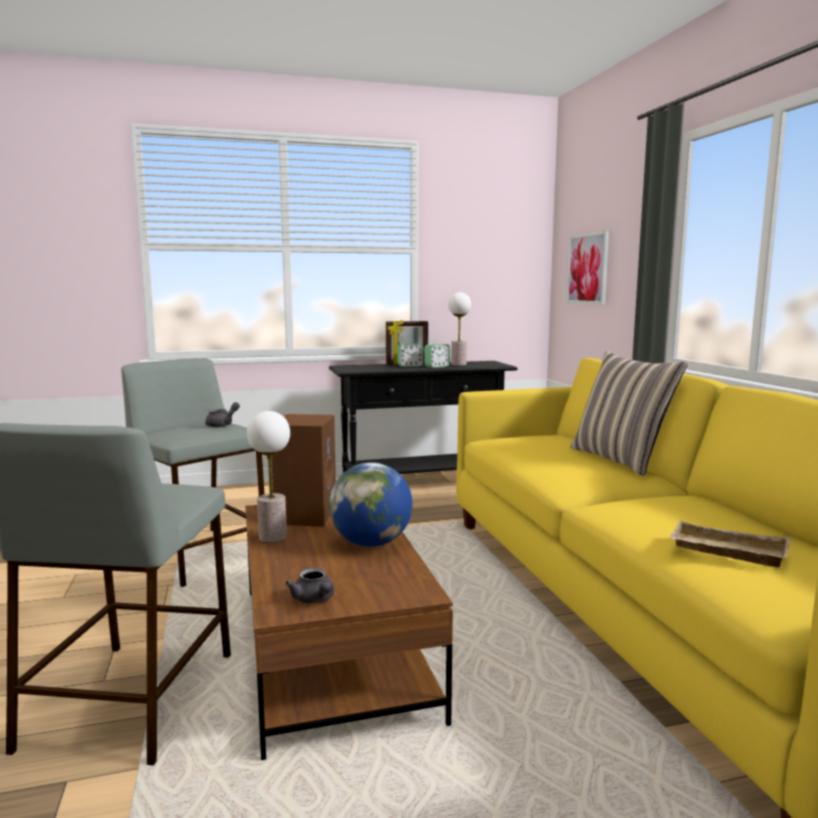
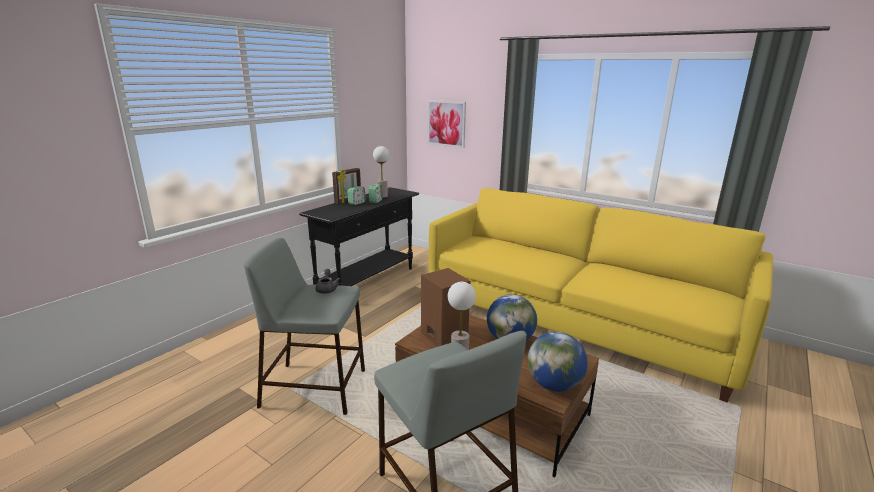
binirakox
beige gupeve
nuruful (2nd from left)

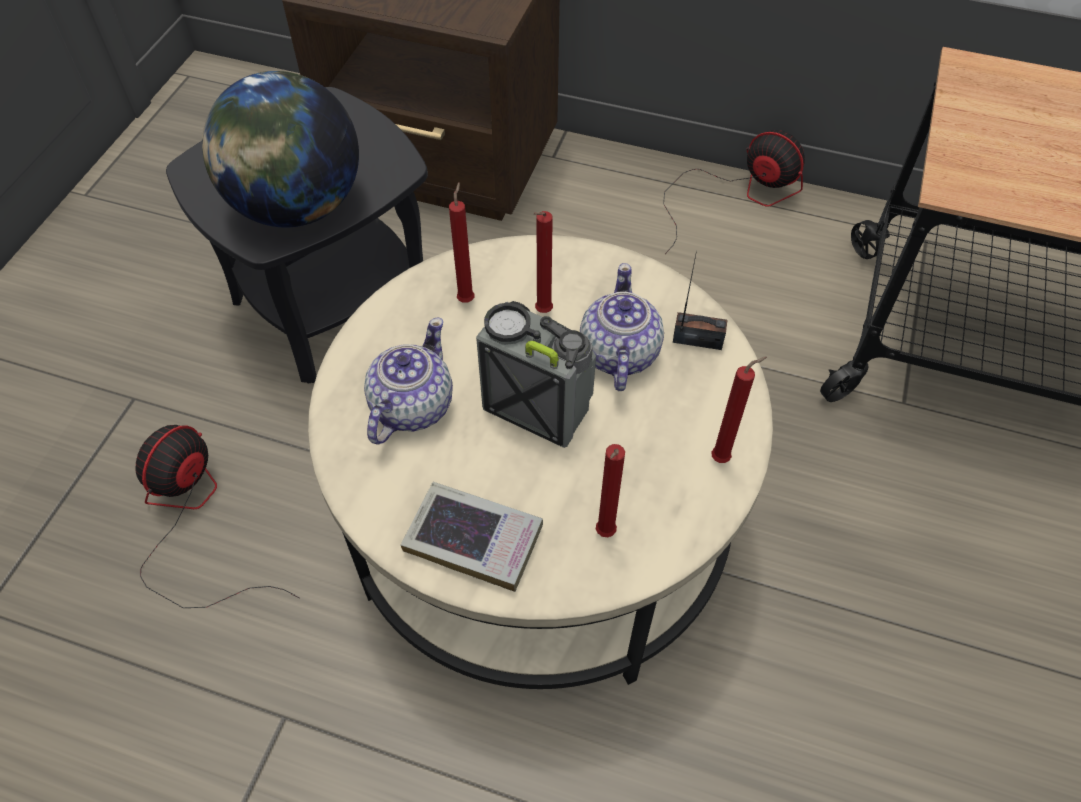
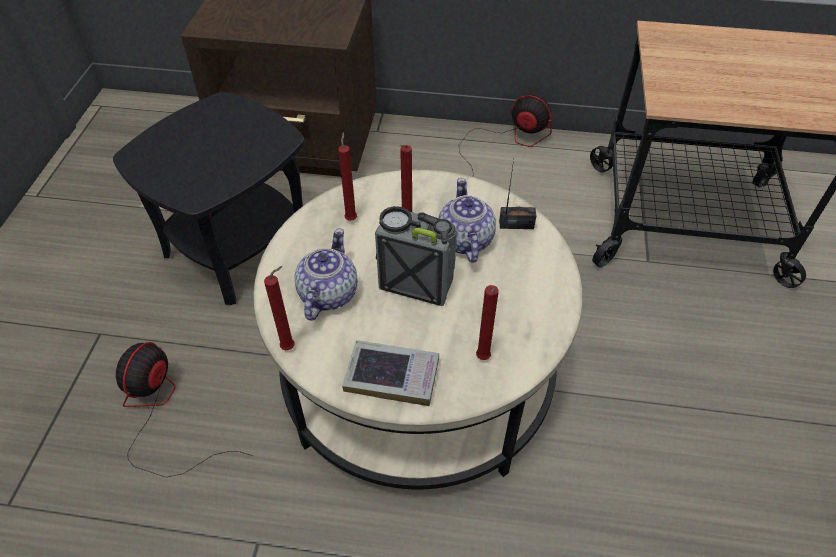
nuruful
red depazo (1st from left)

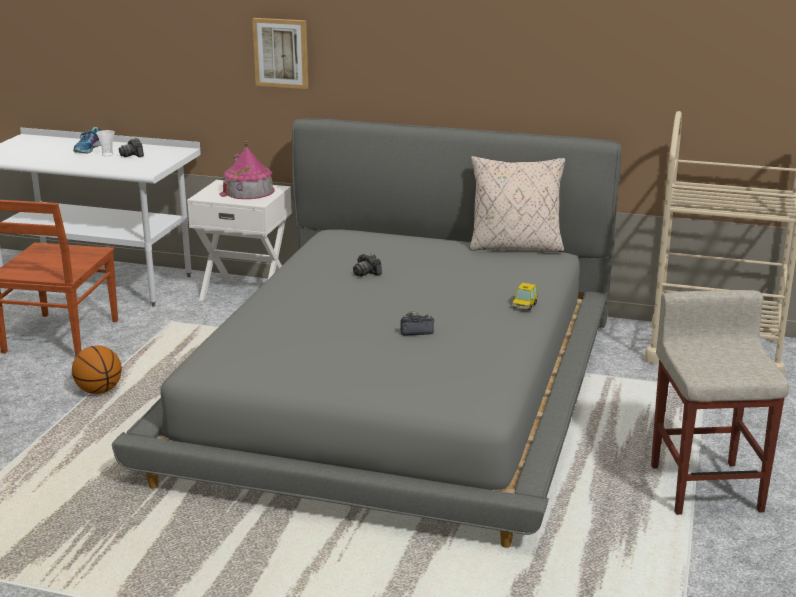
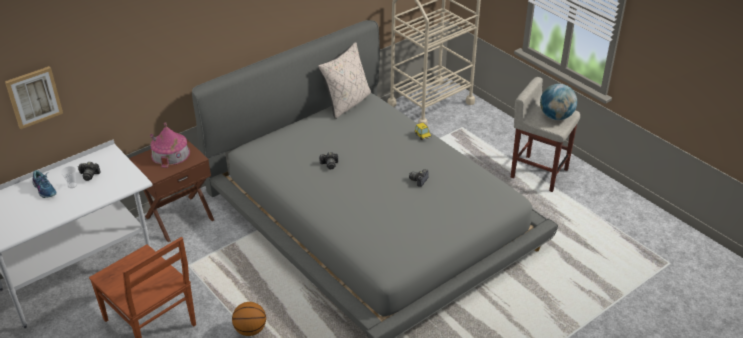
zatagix
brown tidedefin
nuruful

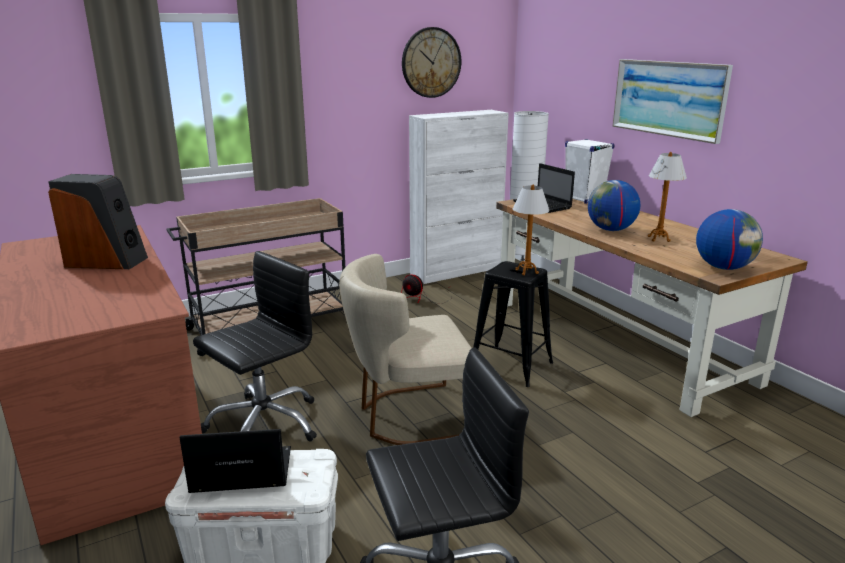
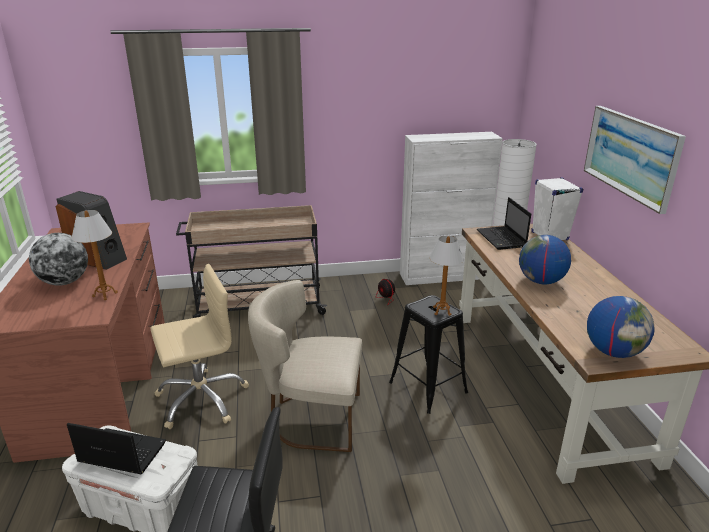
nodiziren
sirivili (1st from left)
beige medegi
nuruful (1st from left)

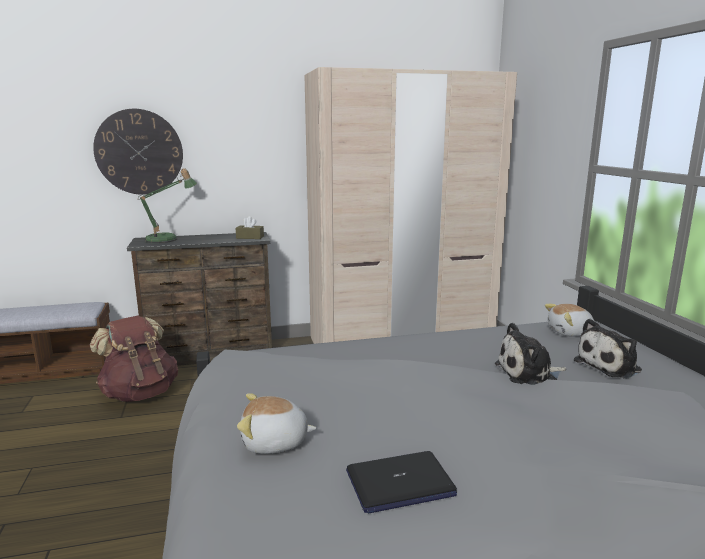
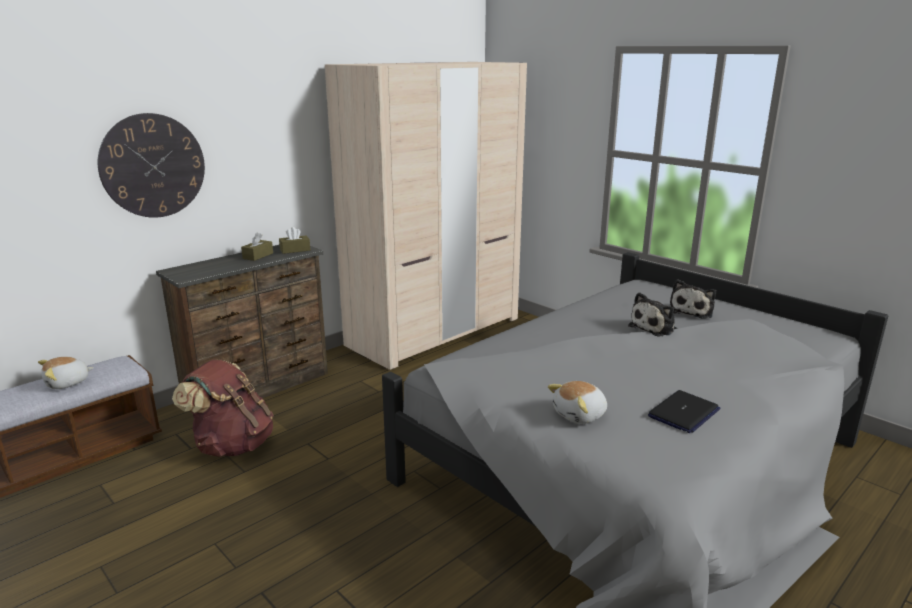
sirivili
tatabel (1st from left)
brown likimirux (1st from left)

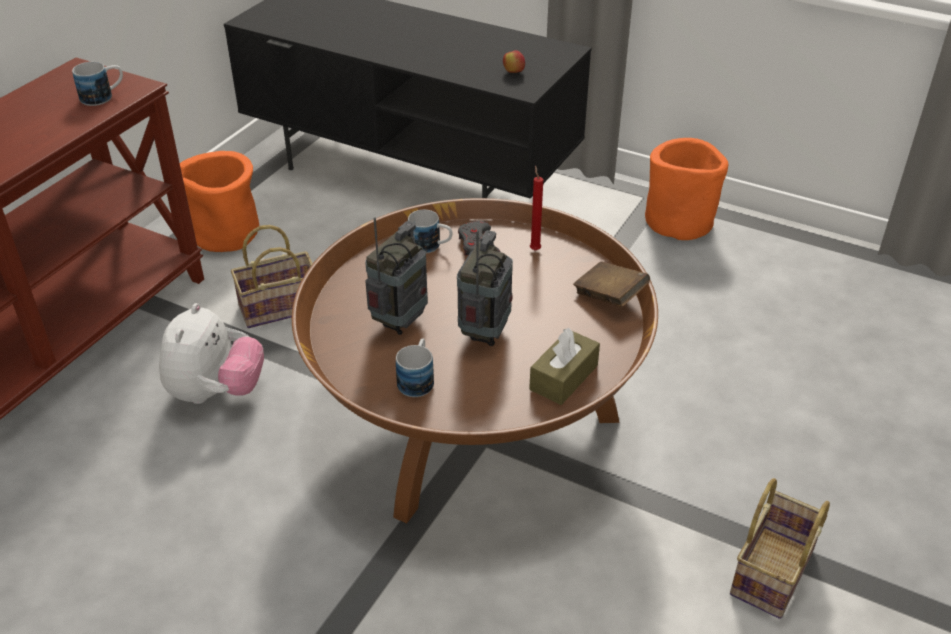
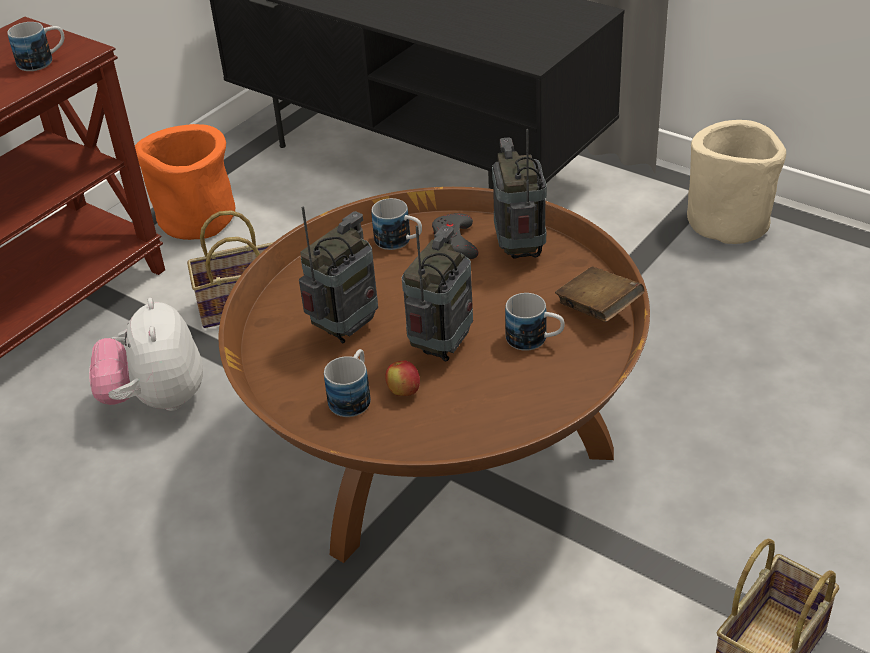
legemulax
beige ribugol
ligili (3rd from left)
tatabel
brown likimirux
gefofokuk (4th from left)

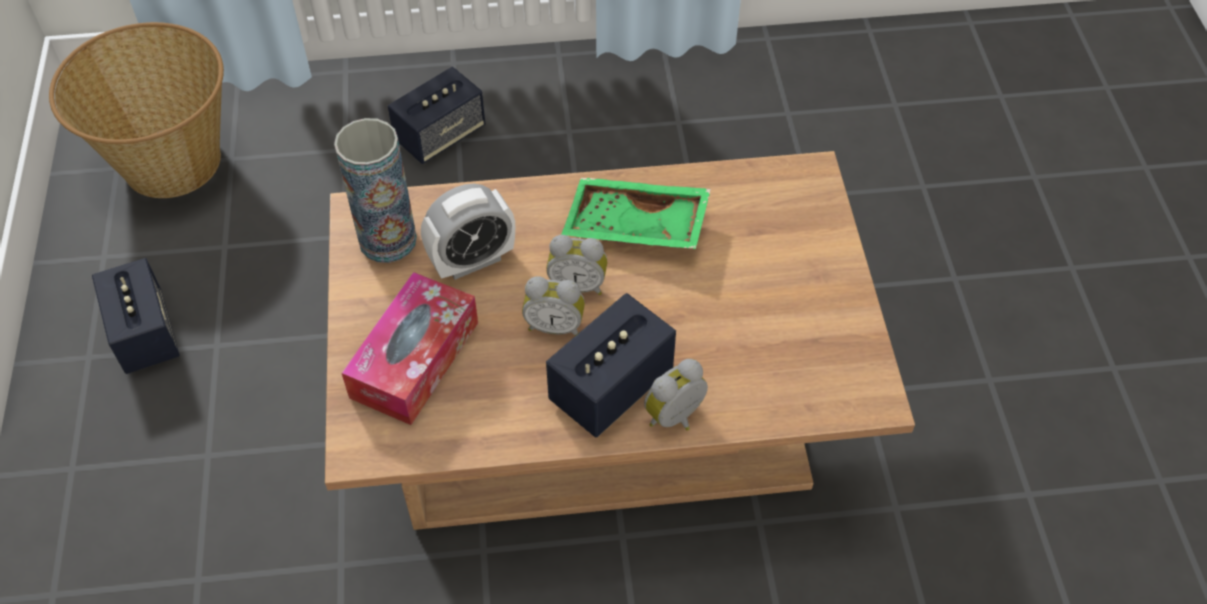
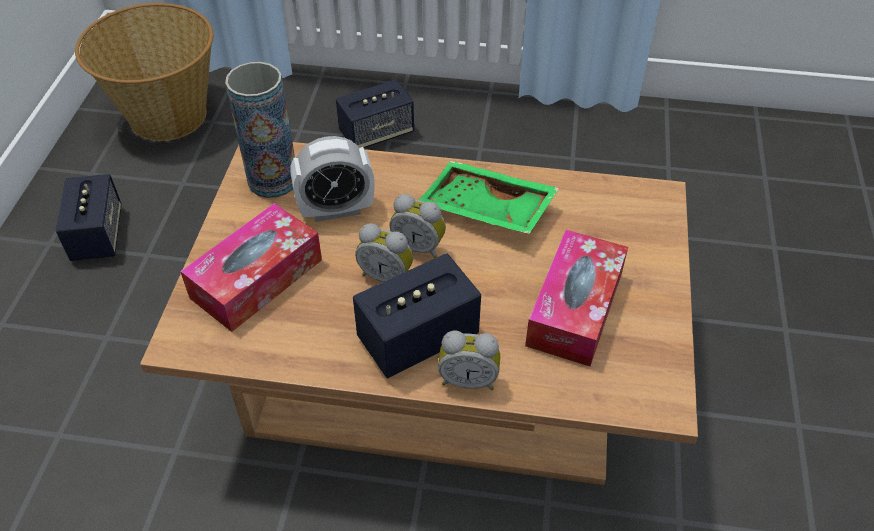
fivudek (4th from left)
likimirux (2nd from left)

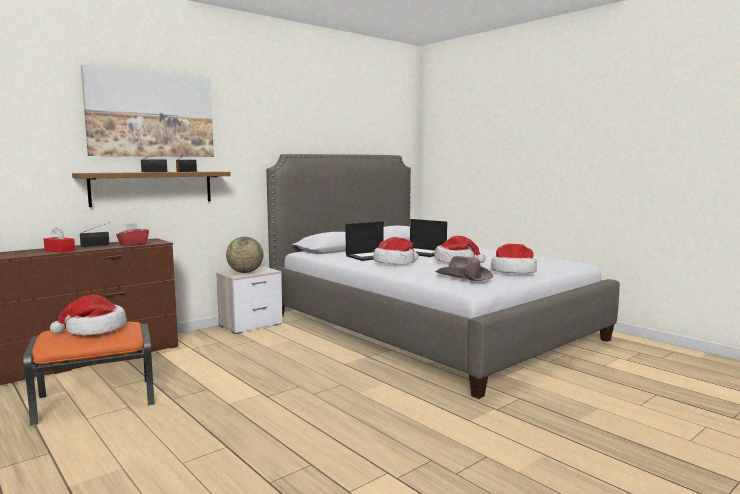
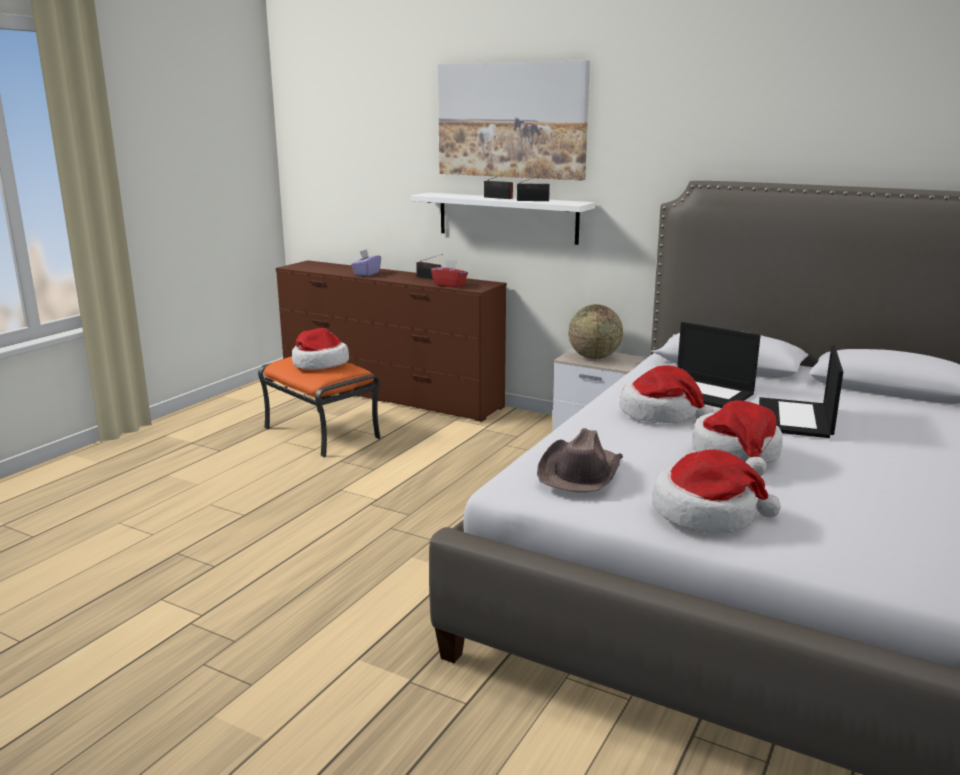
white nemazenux
red likimirux (1st from left in the first image)
purple likimirux

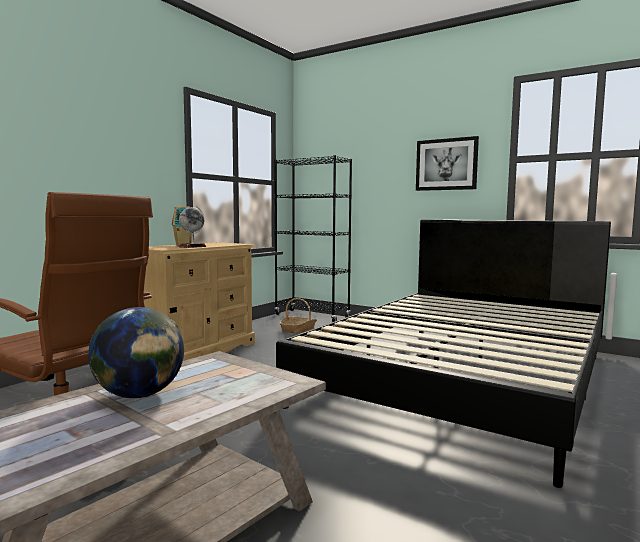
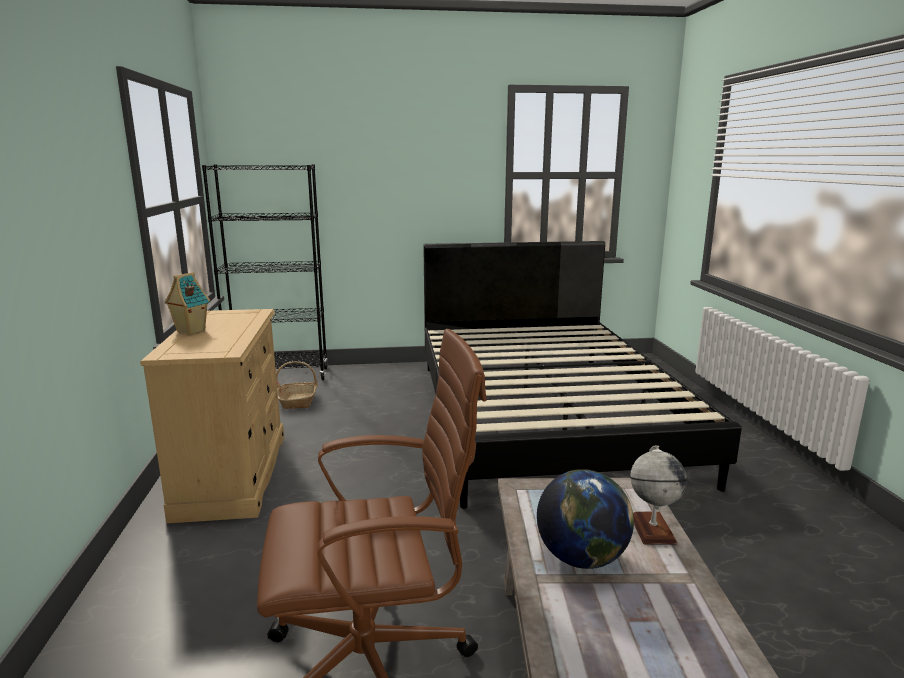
zatagix
nuruful (2nd from left)

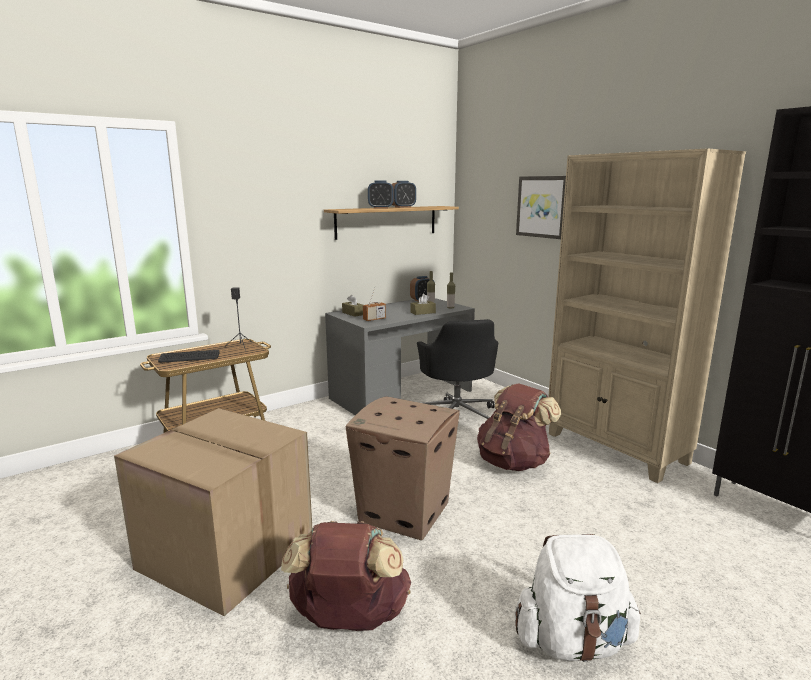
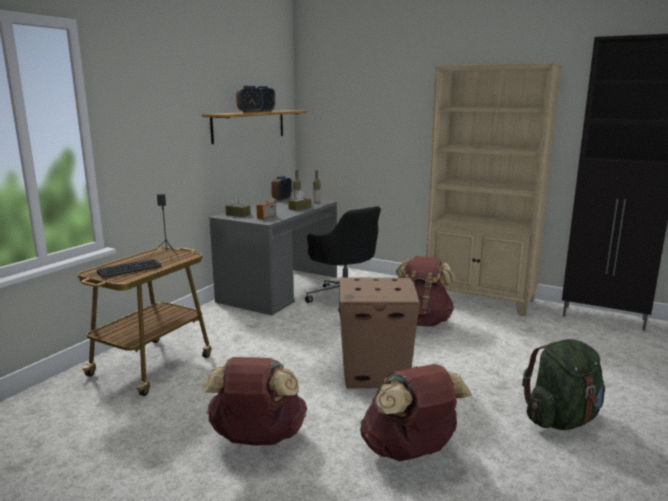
zatagix
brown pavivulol (1st from left)
green pavivulol

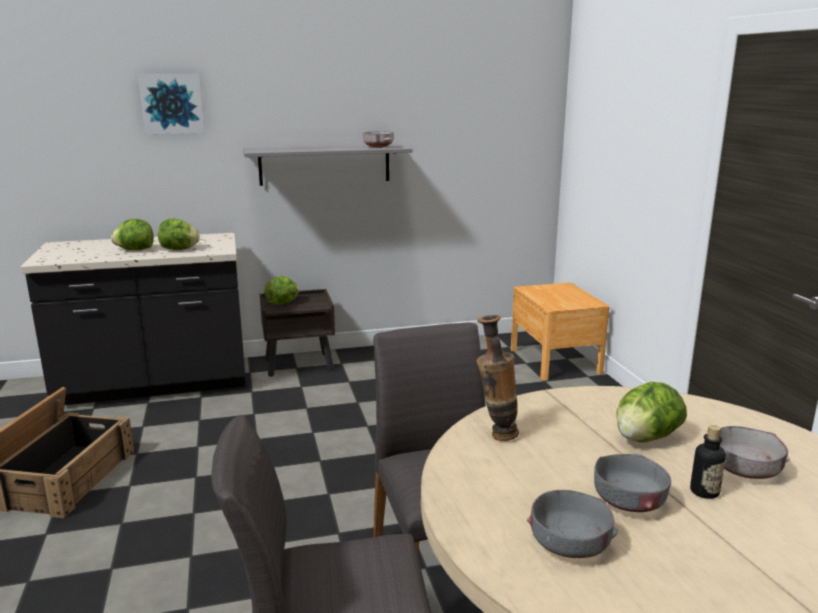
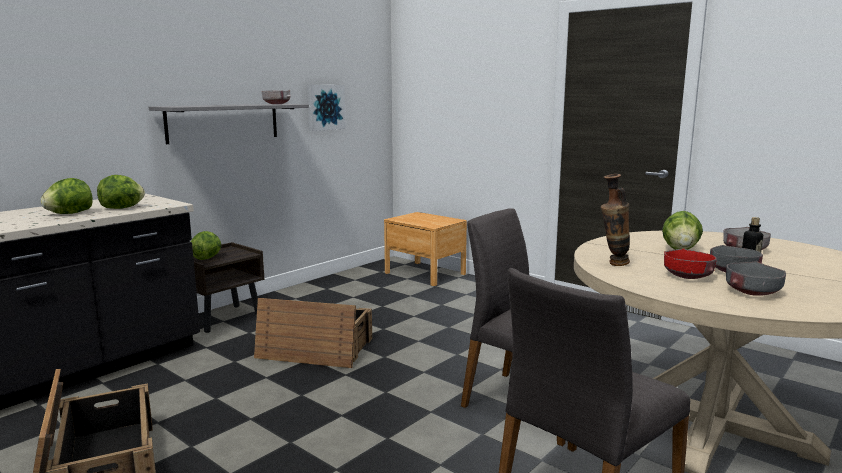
zatagix
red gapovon
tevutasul (2nd from left)

